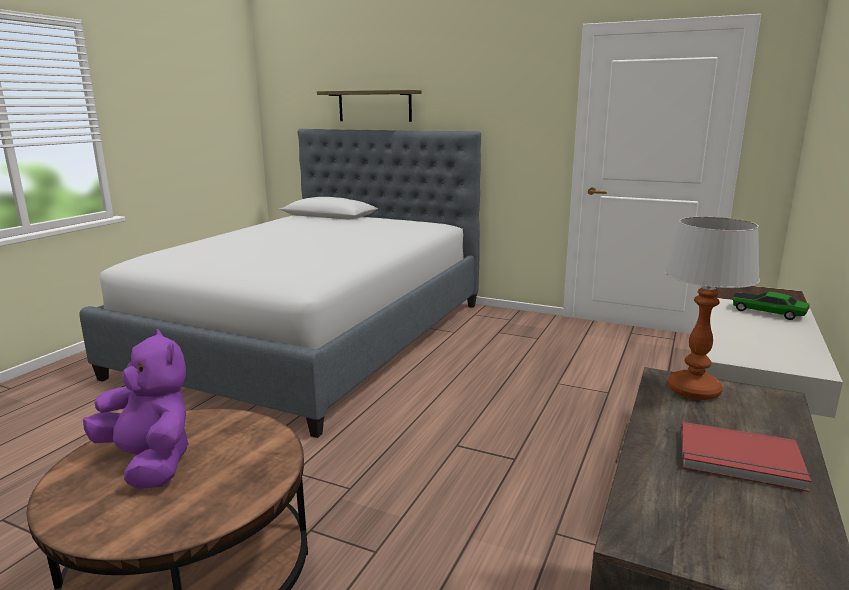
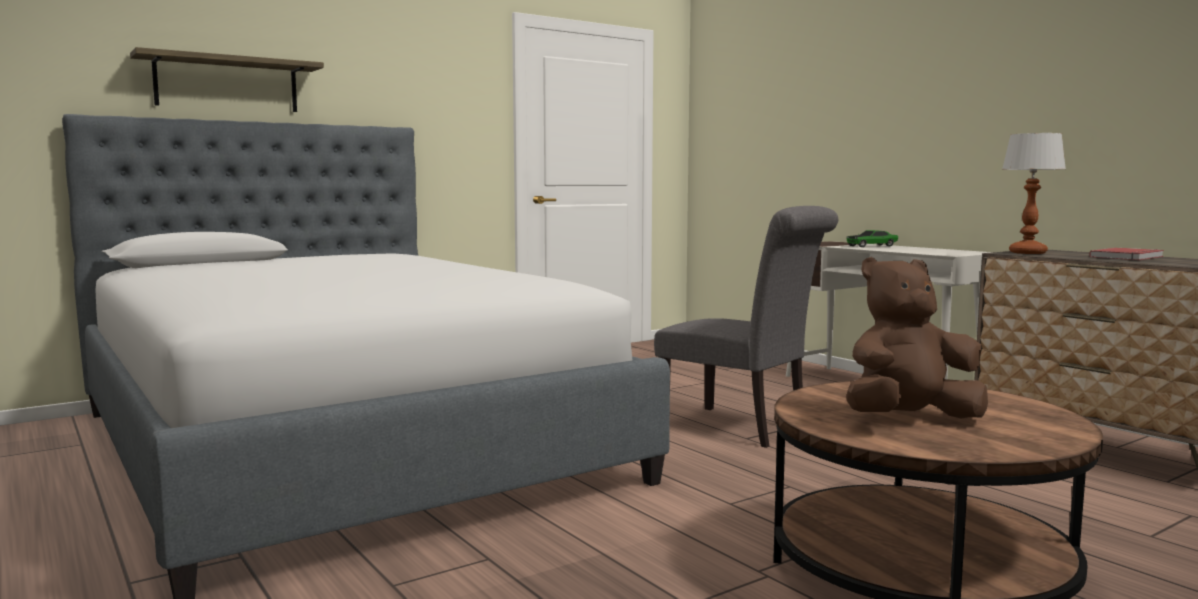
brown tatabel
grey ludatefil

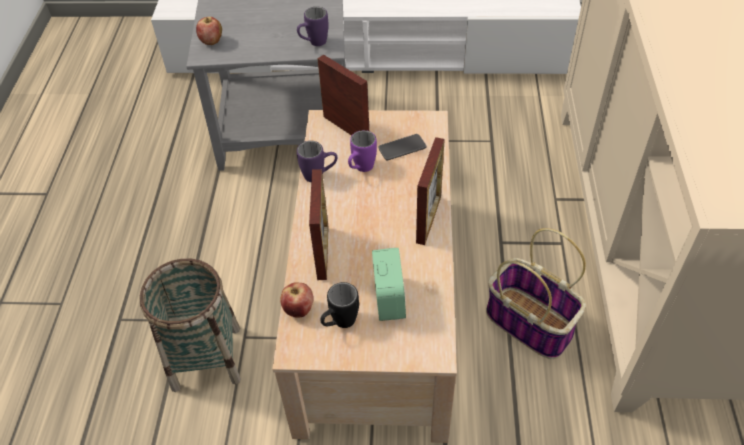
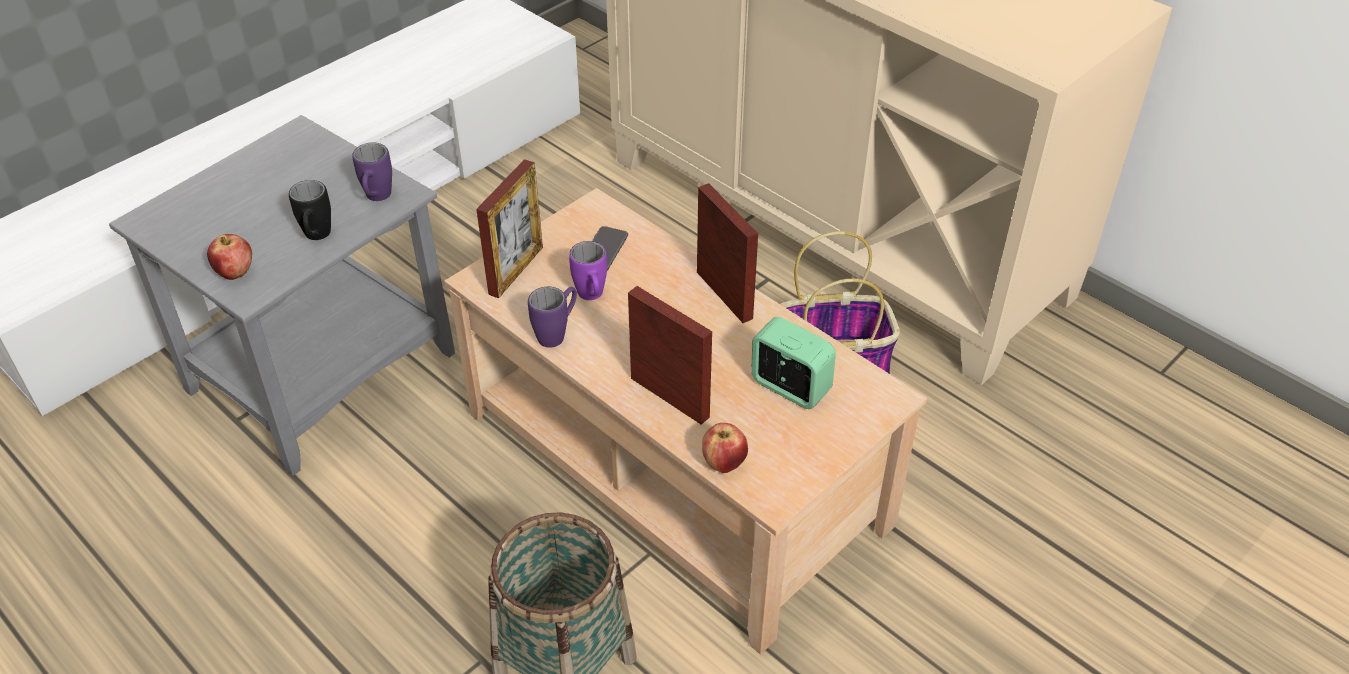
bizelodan (1st from left)
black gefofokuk

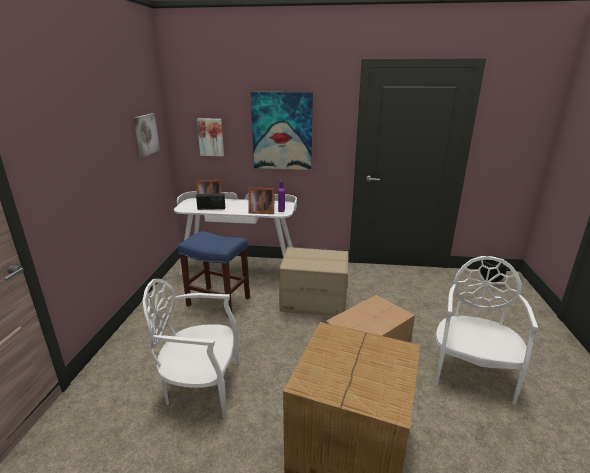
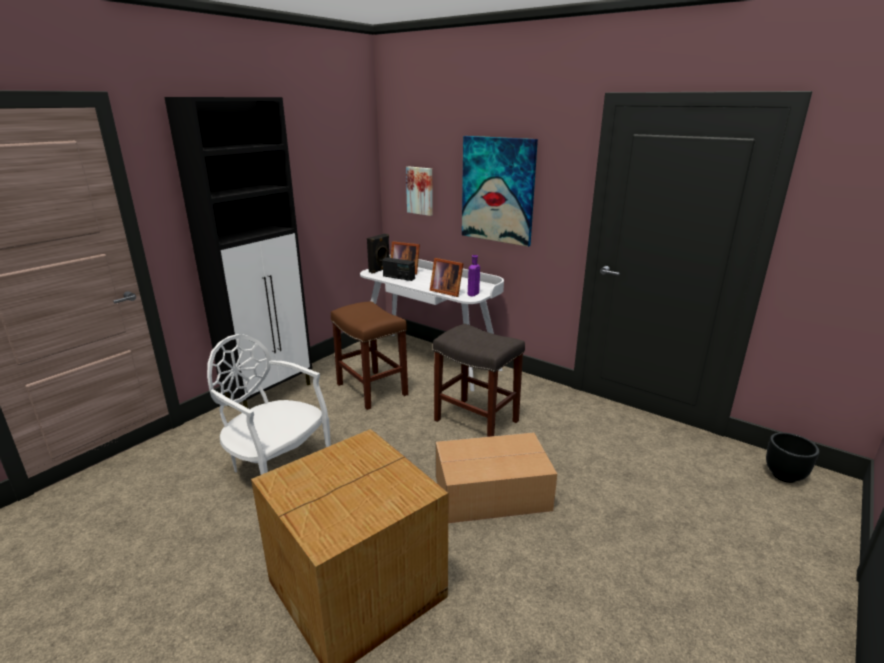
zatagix (1st from left in the first image)
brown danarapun
grey danarapun
white ludatefil (2nd from left in the first image)
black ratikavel
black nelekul

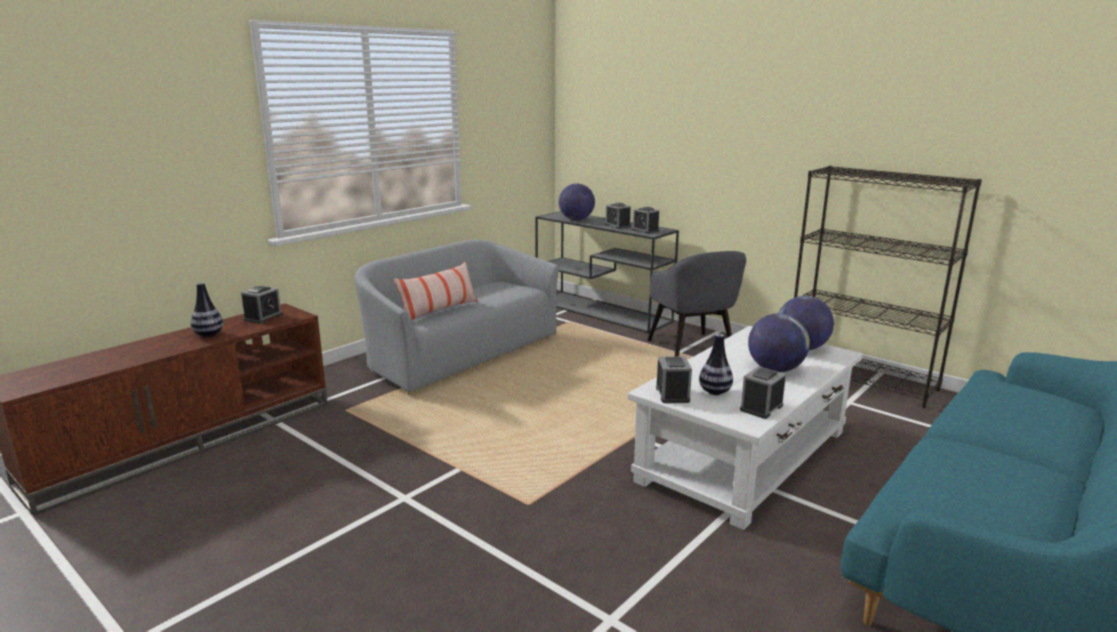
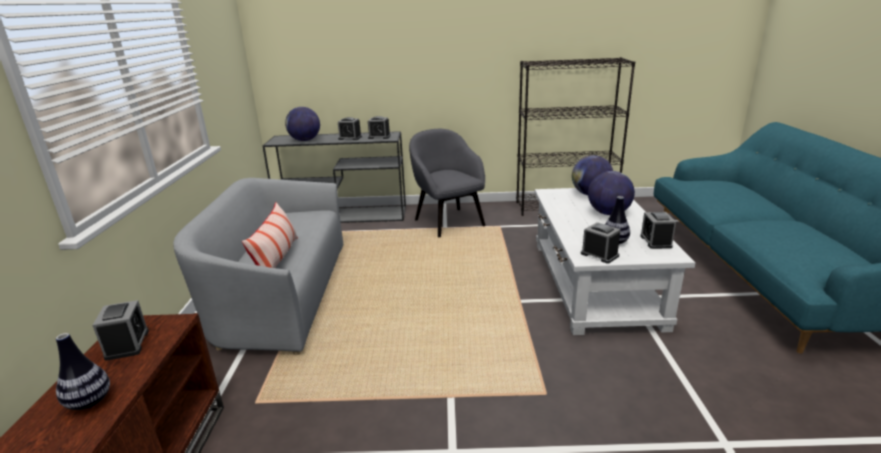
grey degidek

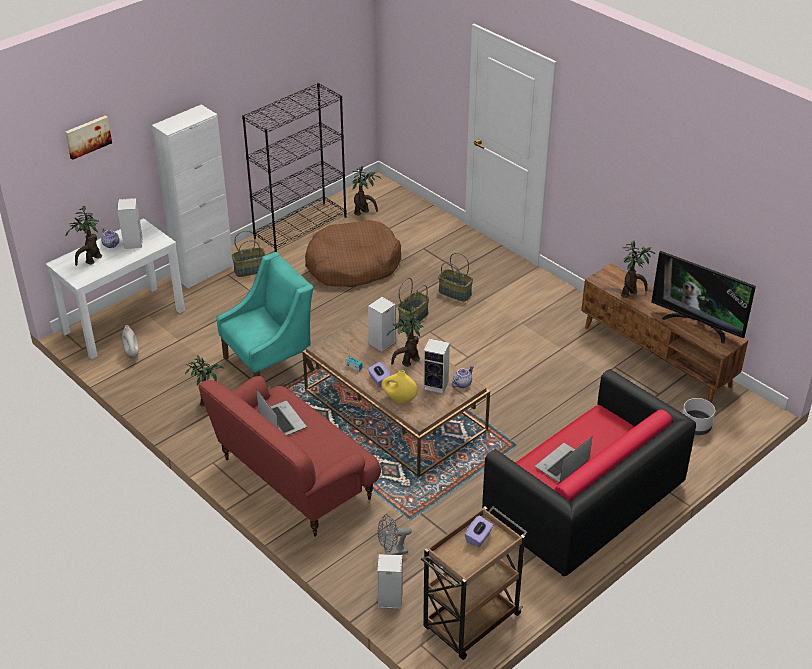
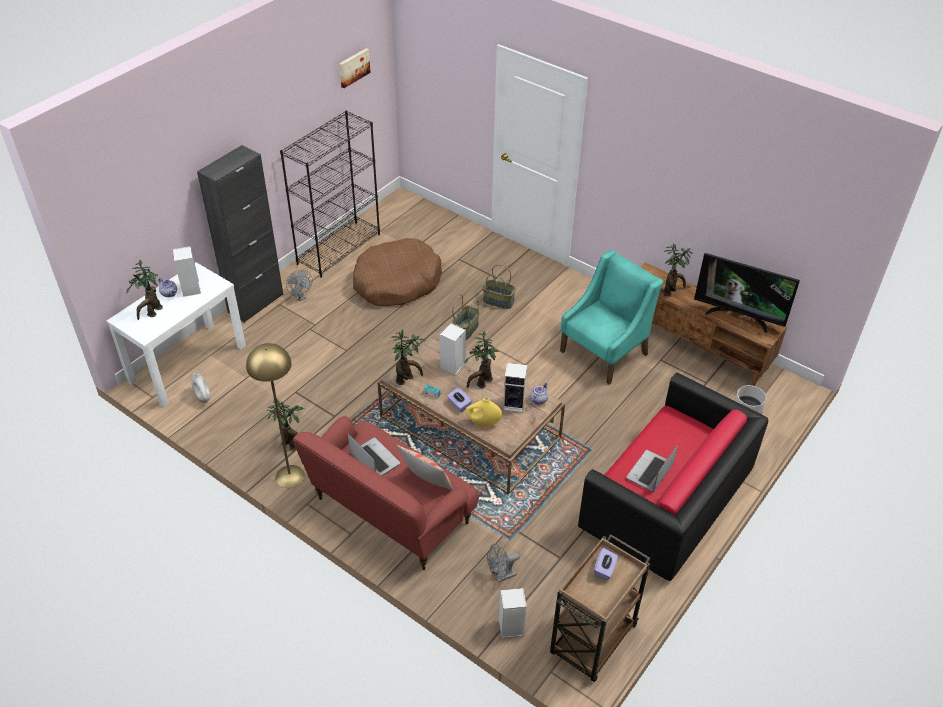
black ratikavel
zatagix
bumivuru (3rd from left)
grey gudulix (1st from left)
turquoise degidek
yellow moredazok
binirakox

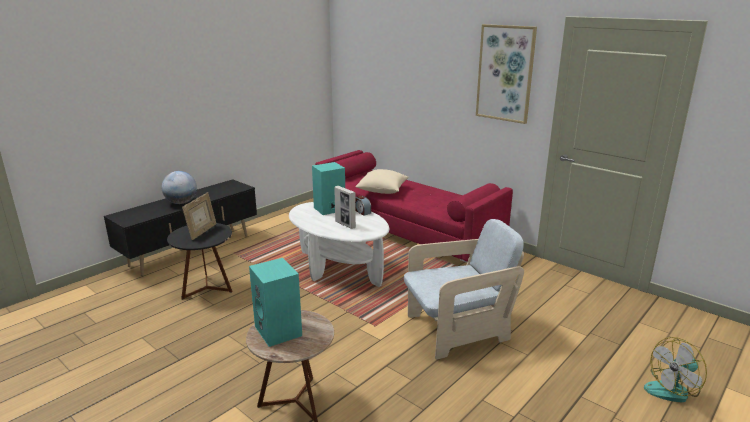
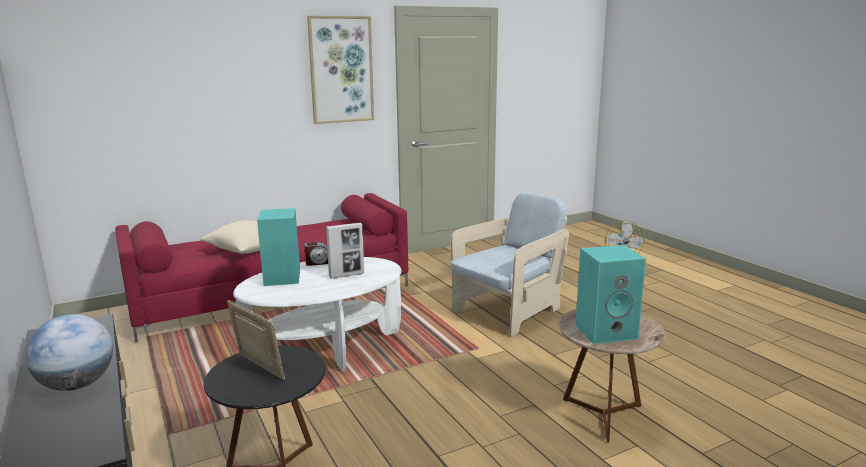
beige degidek

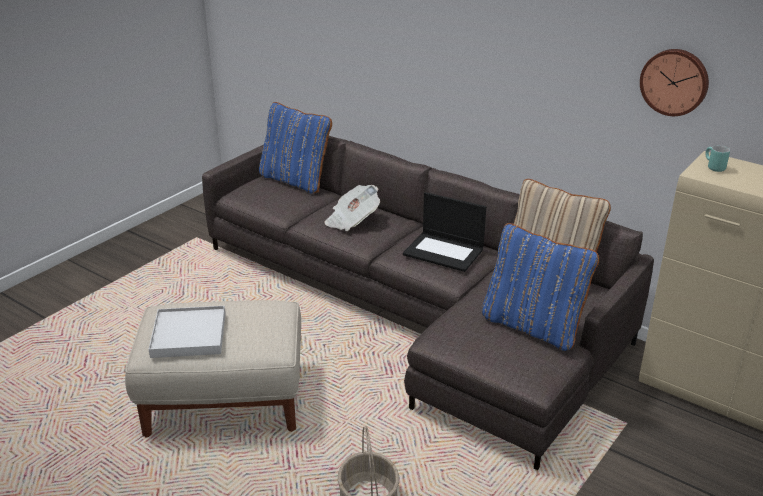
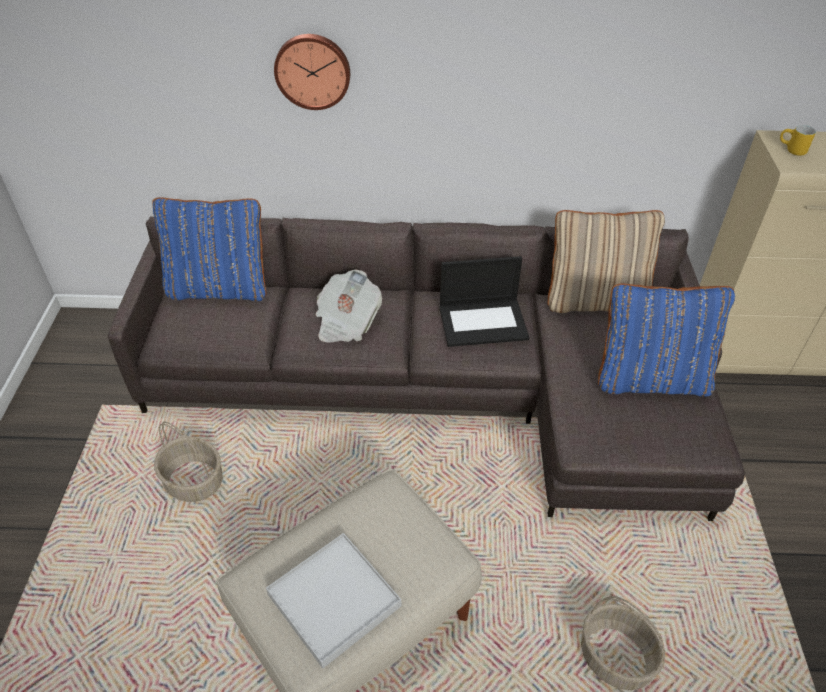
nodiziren
yellow gefofokuk
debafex (1st from left)

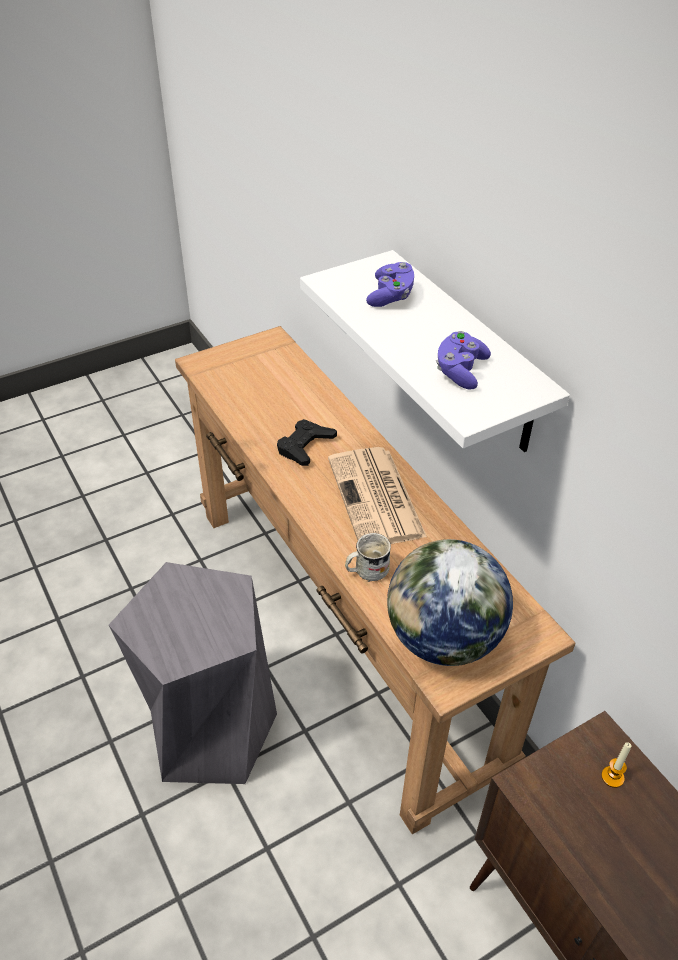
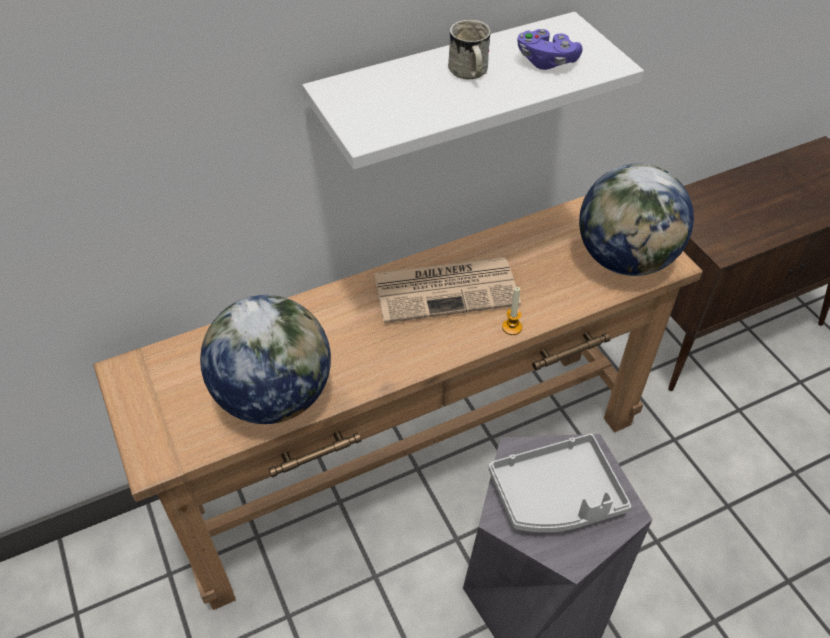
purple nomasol (1st from left in the first image)
black nomasol
white gefofokuk
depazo
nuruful (1st from left)
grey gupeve

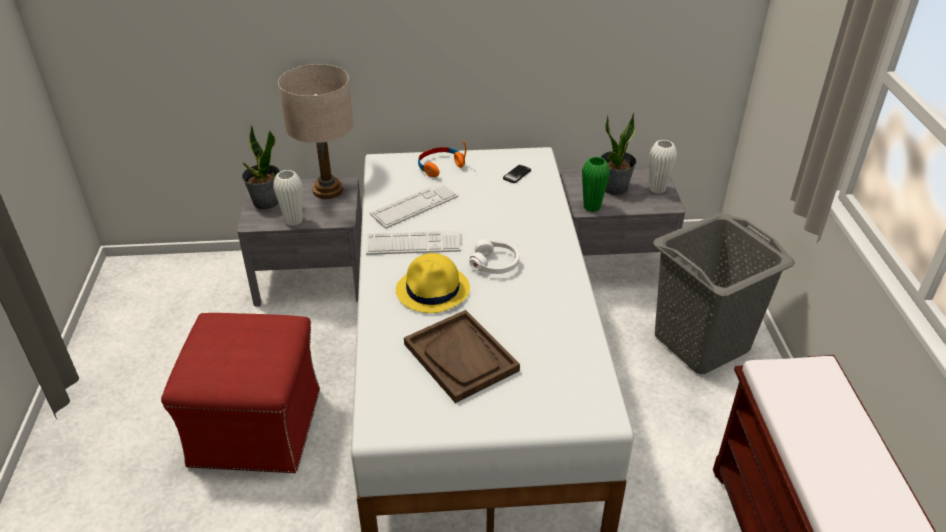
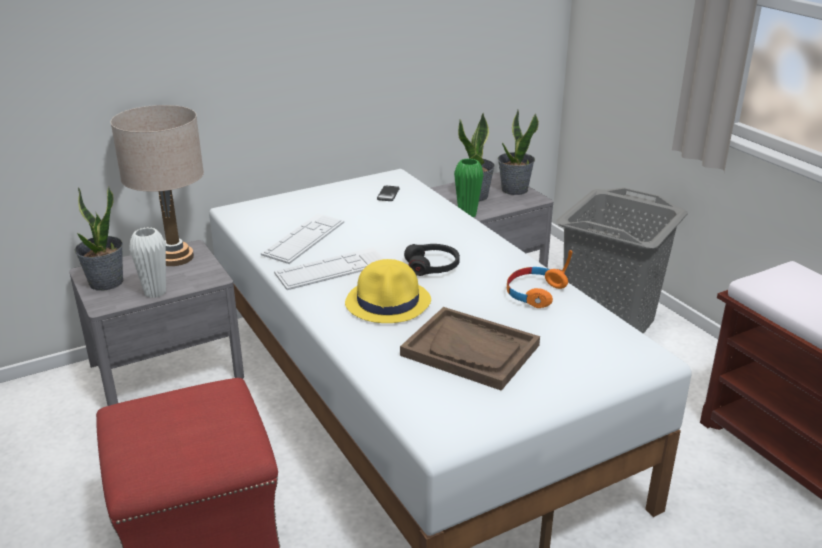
bumivuru (3rd from left)
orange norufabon
black norufabon

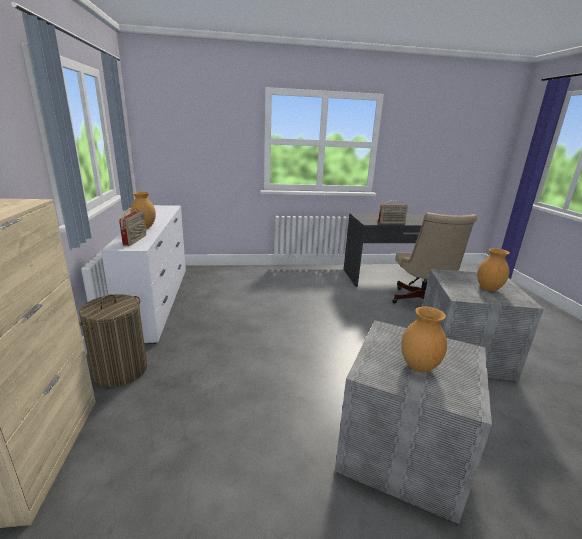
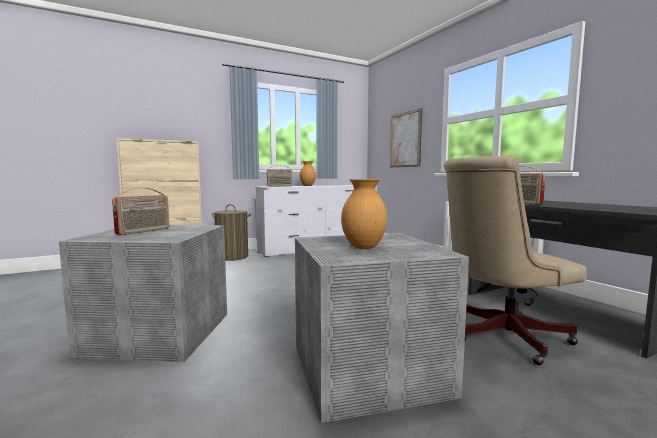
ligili (1st from left)
zatagix

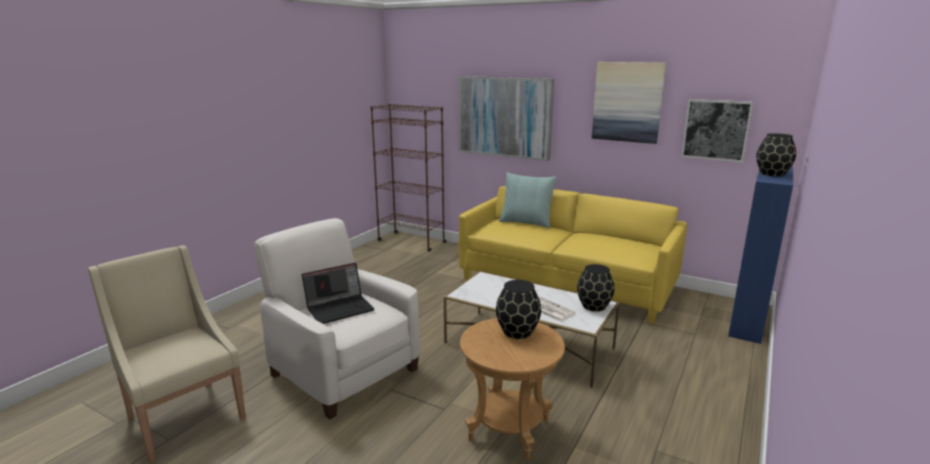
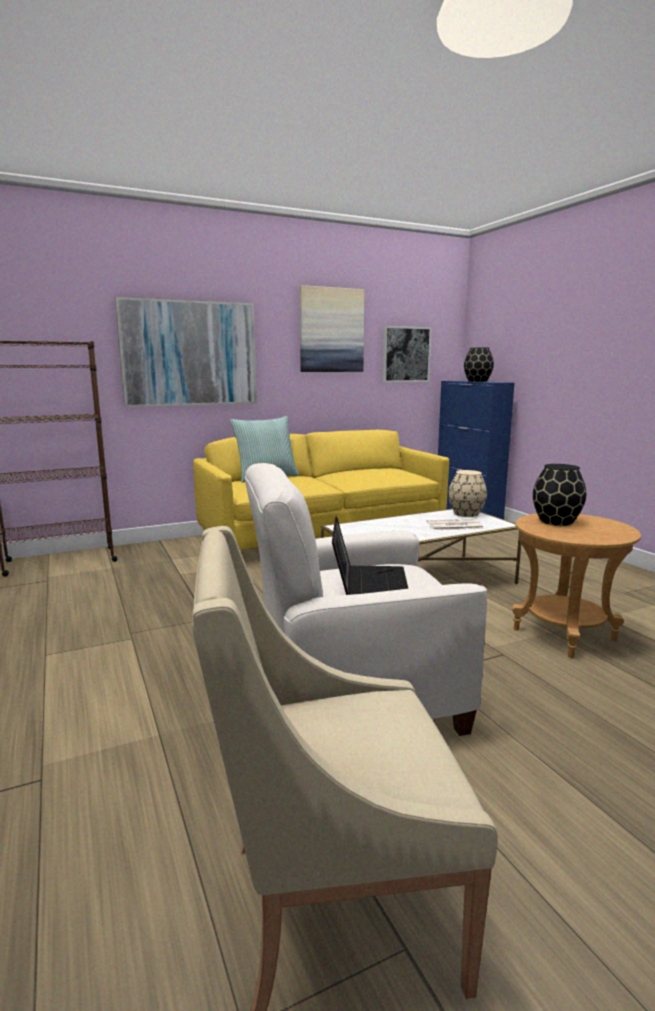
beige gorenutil

